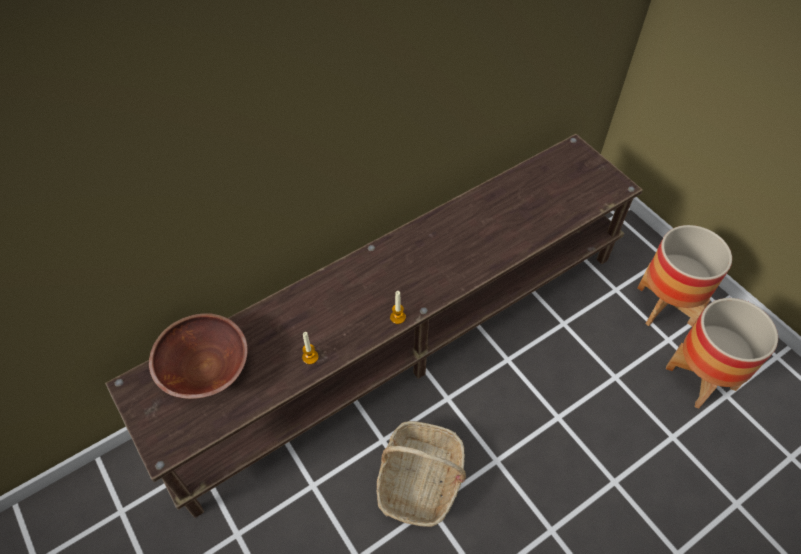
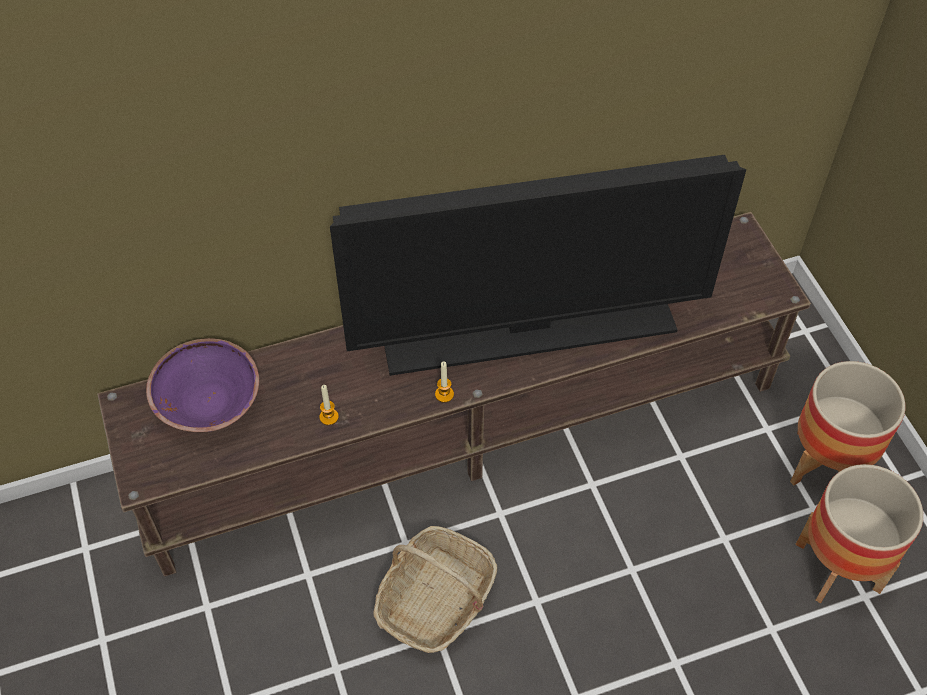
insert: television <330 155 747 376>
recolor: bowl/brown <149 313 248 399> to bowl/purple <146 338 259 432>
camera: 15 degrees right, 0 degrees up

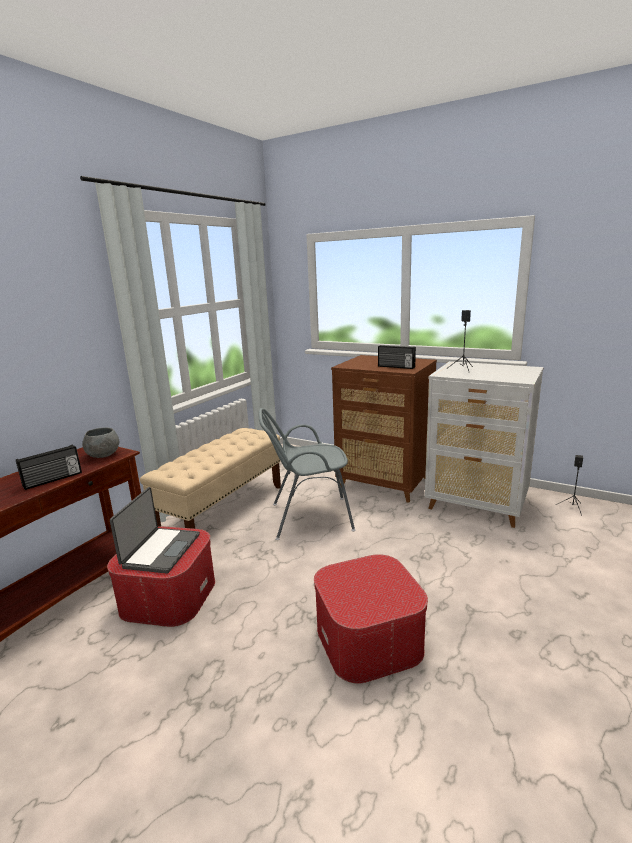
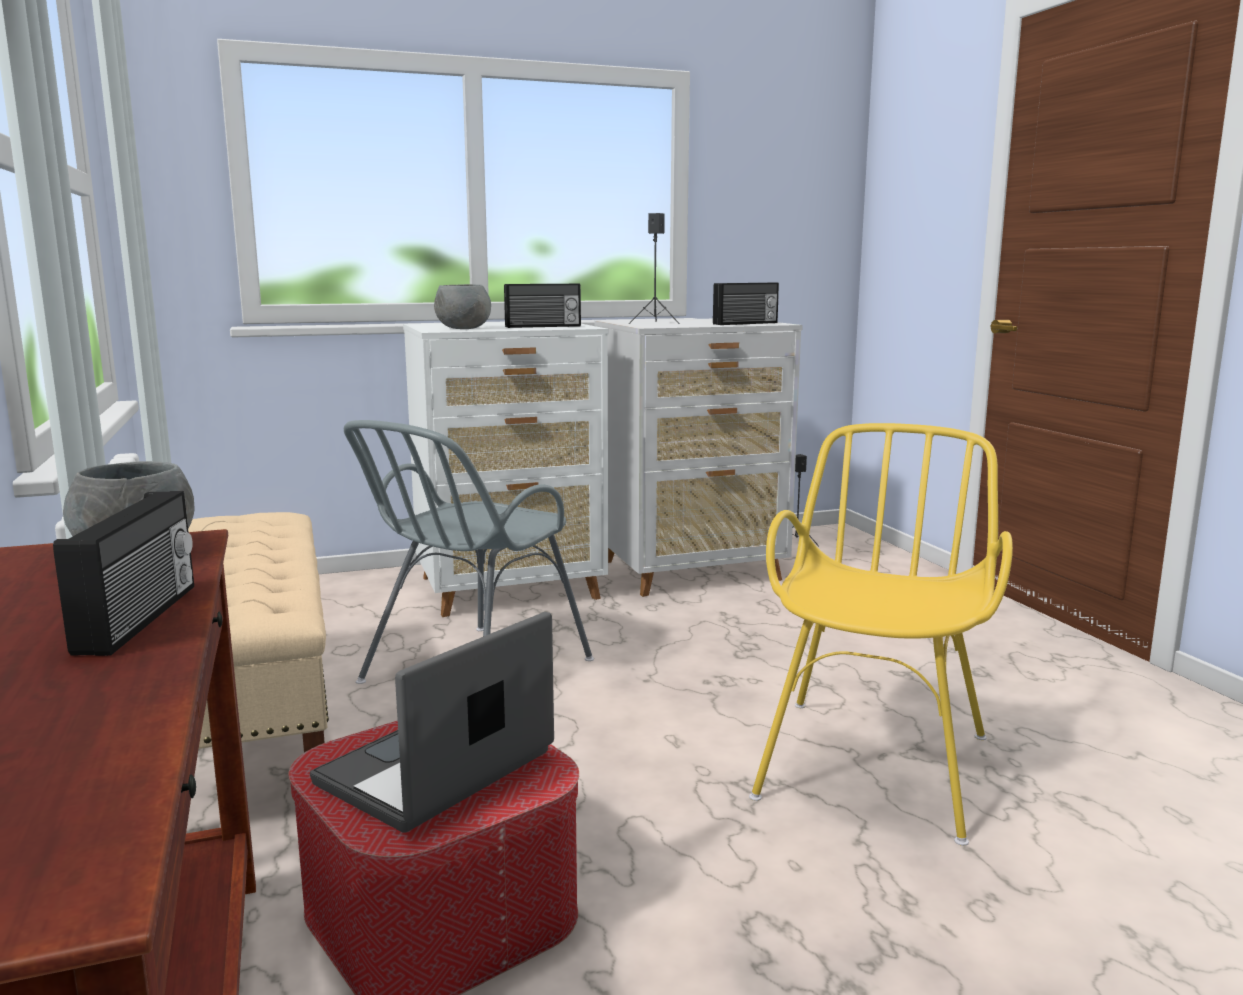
insert: bowl/grey <434 284 491 329>; radio <713 283 779 325>
replace: ottoman <314 554 428 684> to chair/yellow <749 423 1013 846>
recolor: dresser/brown <331 355 437 503> to dresser/white <403 322 608 617>
rotate: laptop <110 487 200 574> = <310 612 554 833> 105 degrees counterclockwise
camera: 50 degrees left, 5 degrees down

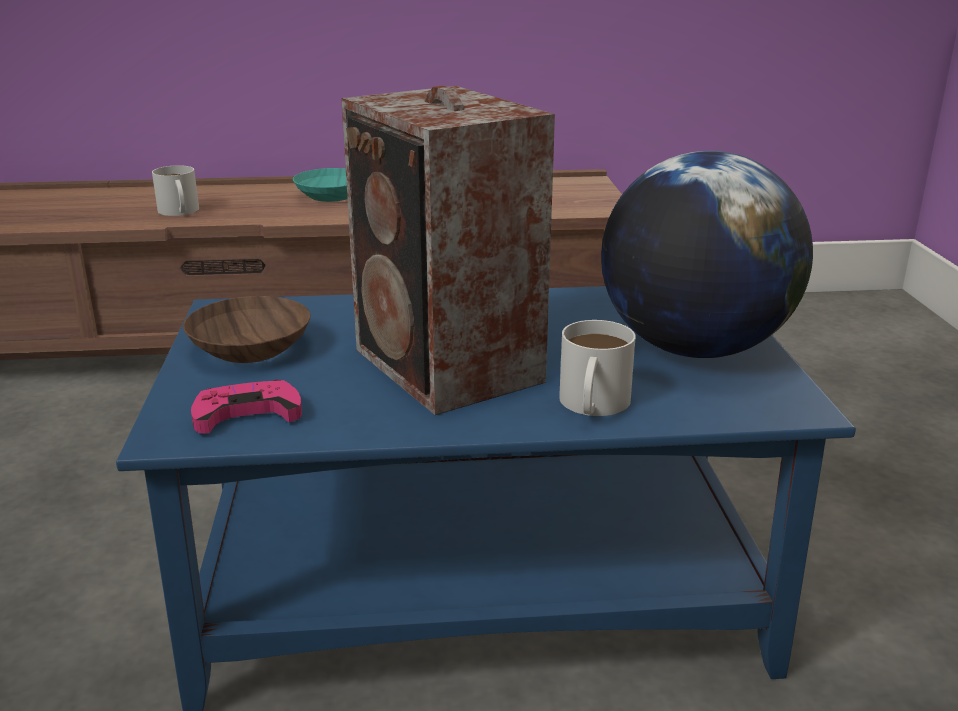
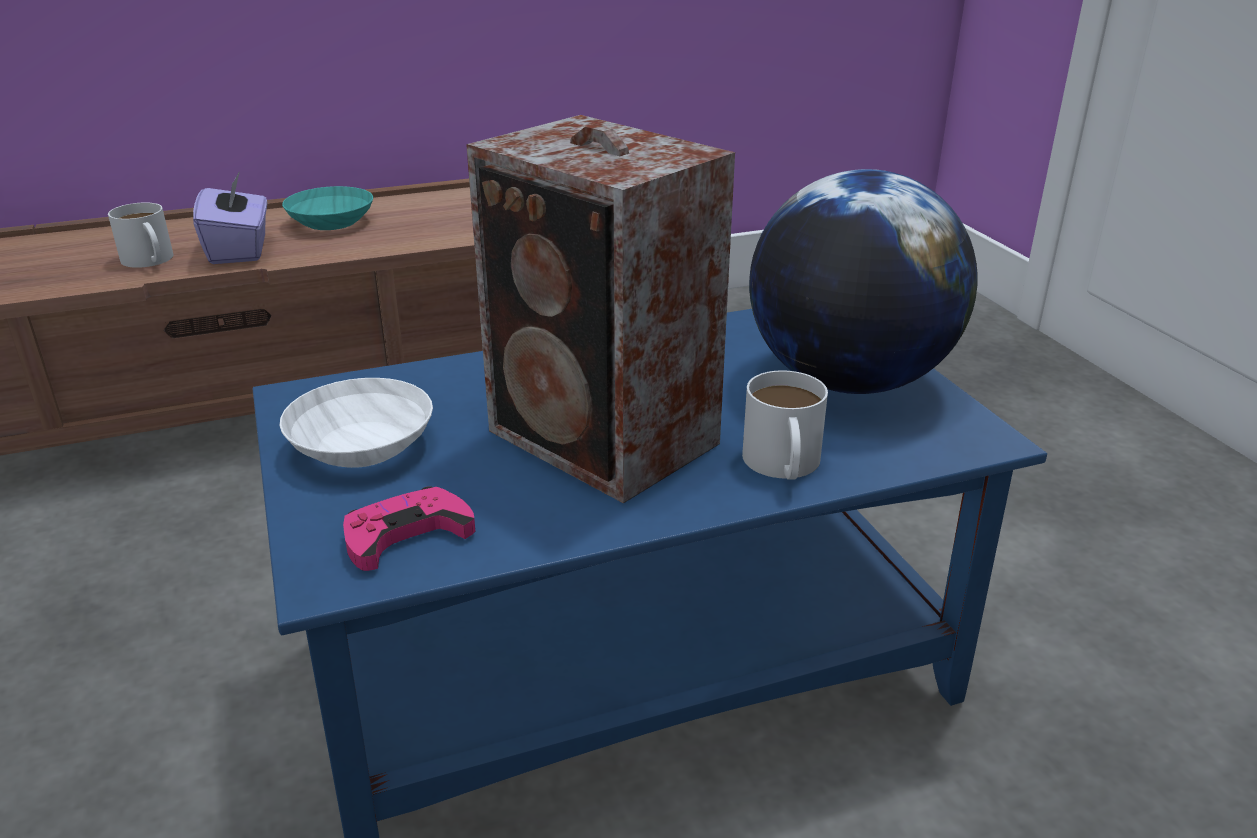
insert: tissue box/purple <193 171 267 264>
recolor: bowl/brown <183 296 310 363> to bowl/white <280 378 433 468>
camera: 15 degrees left, 5 degrees up

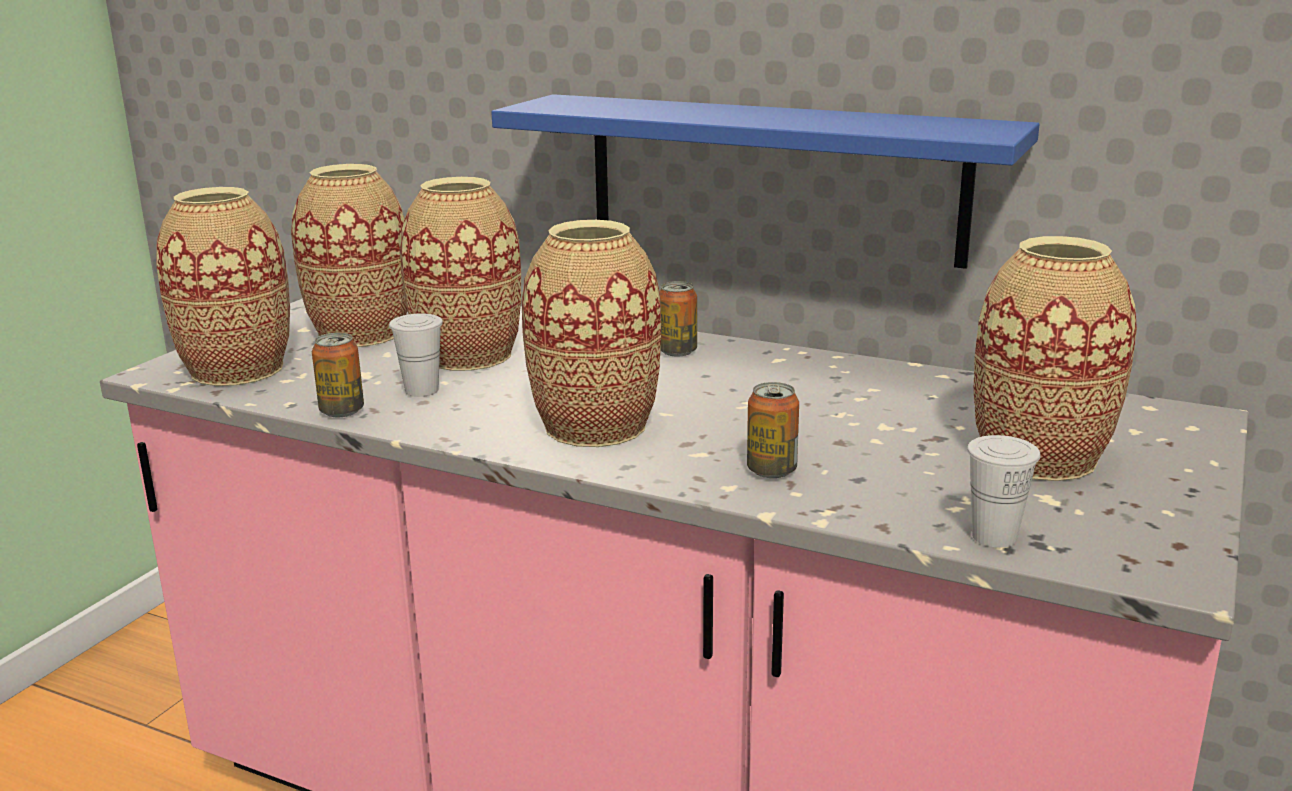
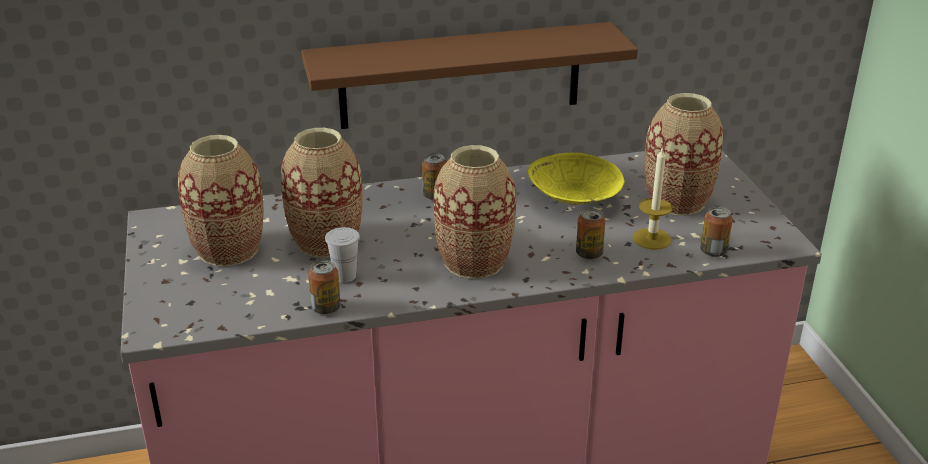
delete: vase <156 187 290 386>
insert: bowl/yellow <528 152 625 205>; candle <633 146 673 249>
replace: cup/white <967 435 1040 548> to can <700 206 733 257>
recolor: shelf/blue <491 94 1040 269> to shelf/brown <301 22 638 129>
camera: 40 degrees left, 10 degrees up

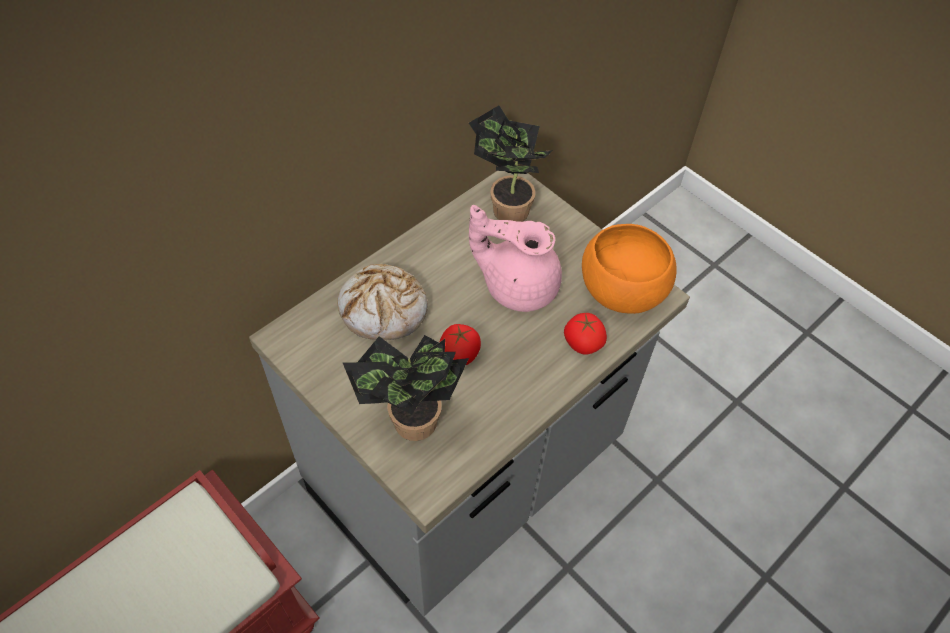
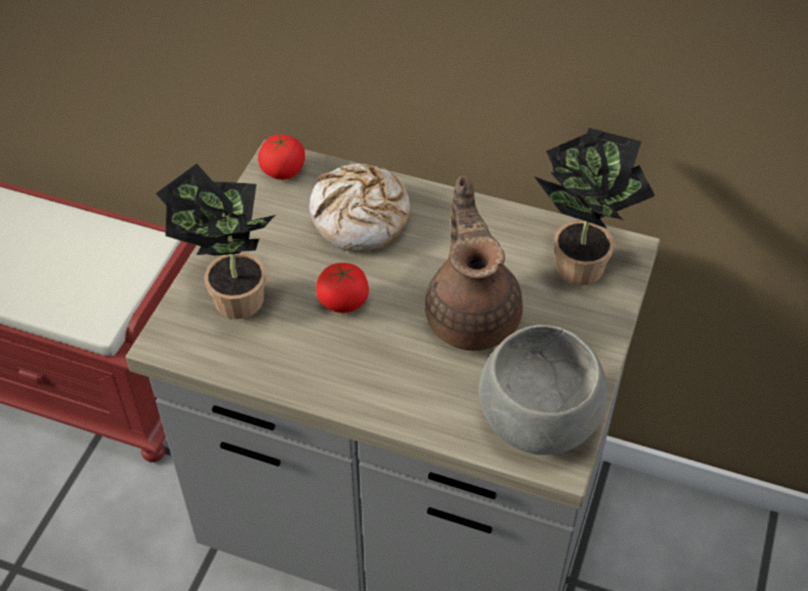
move: tomato <564 313 607 355> to <258 134 305 180>
recolor: teapot/pink <469 205 562 312> to teapot/brown <425 176 523 351>; bowl/orange <582 224 677 314> to bowl/grey <479 325 608 455>
camera: 65 degrees right, 5 degrees down

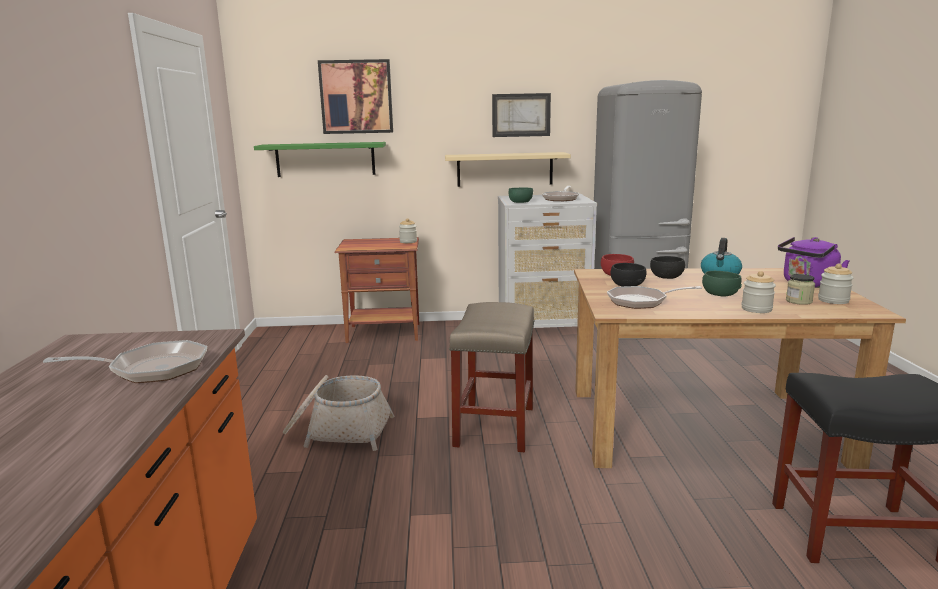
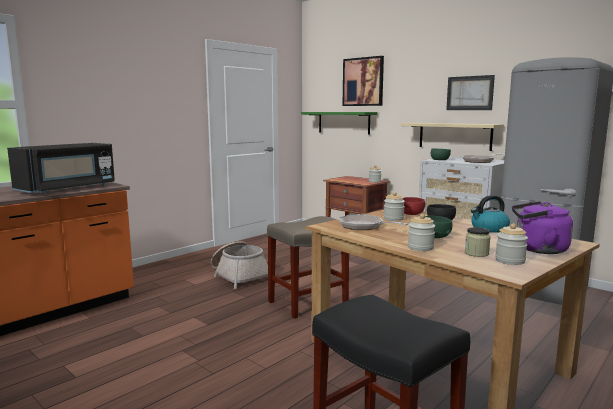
replace: frying pan <43 340 207 383> to microwave/black <7 143 115 194>; bowl/black <611 263 646 286> to jar <384 192 405 221>
camera: 45 degrees right, 5 degrees down

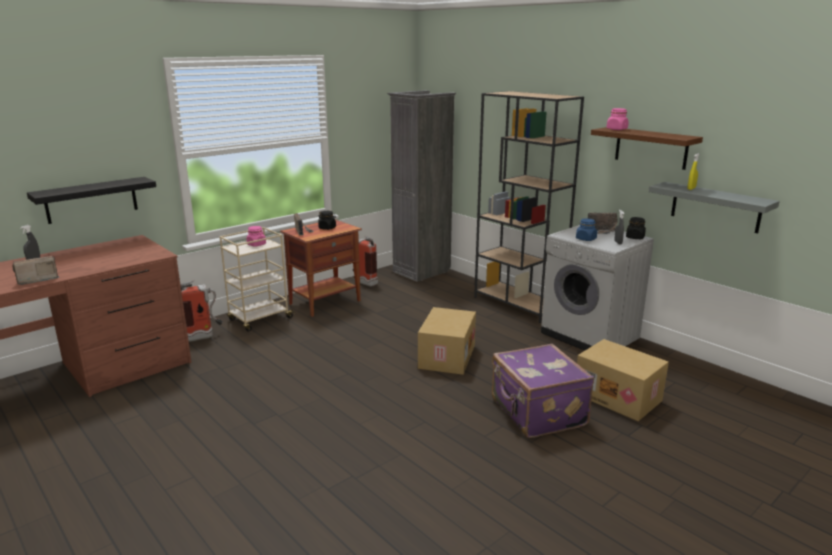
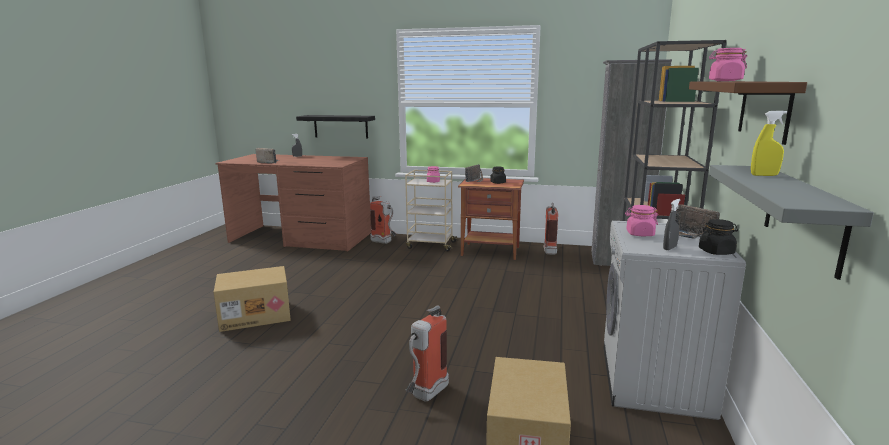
move: cardboard box <418 307 476 375> to <214 266 291 332>
replace: suitcase/purple <492 344 594 438> to fire extinguisher <405 305 449 402>
recolor: jar/blue <576 218 597 241> to jar/pink <625 205 658 236>
camera: 55 degrees right, 5 degrees down

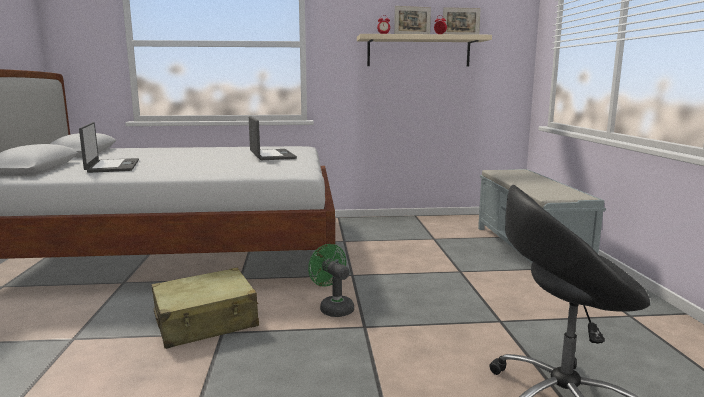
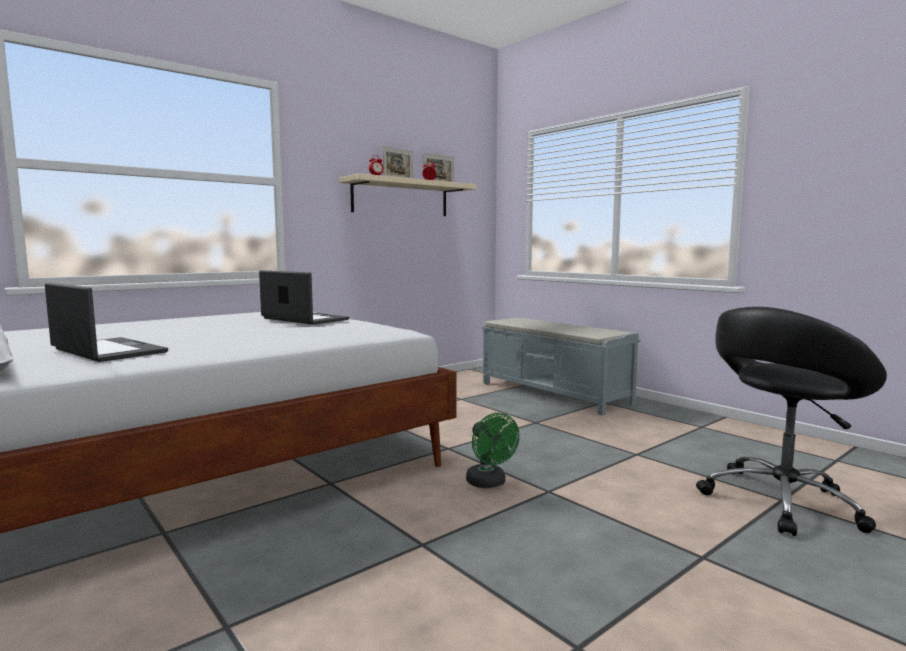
delete: suitcase/beige <152 268 259 349>
rotate: fan/green <308 244 354 317> = <466 413 520 488> 135 degrees counterclockwise
camera: 35 degrees left, 5 degrees down

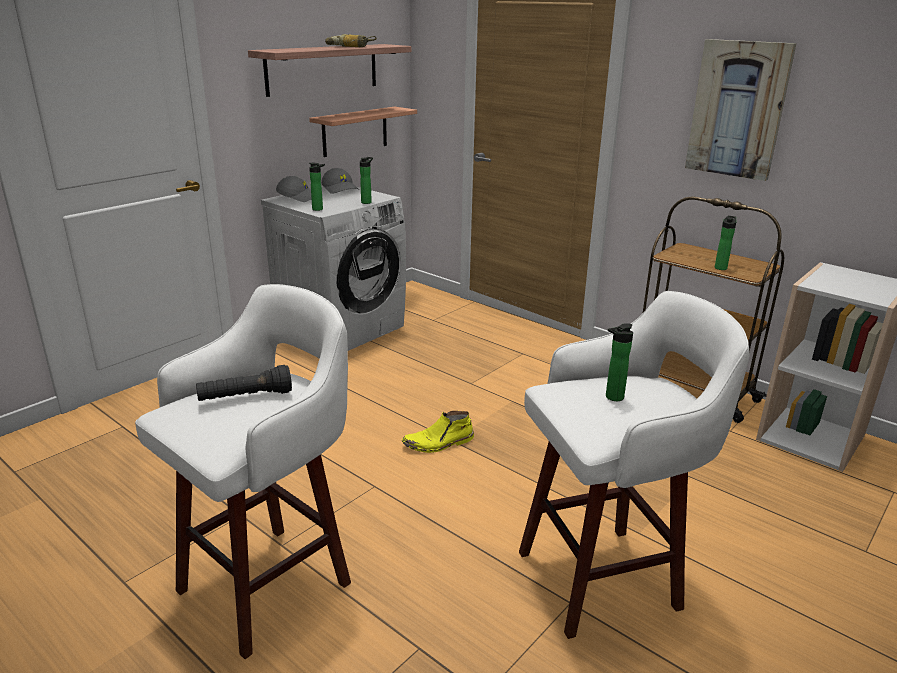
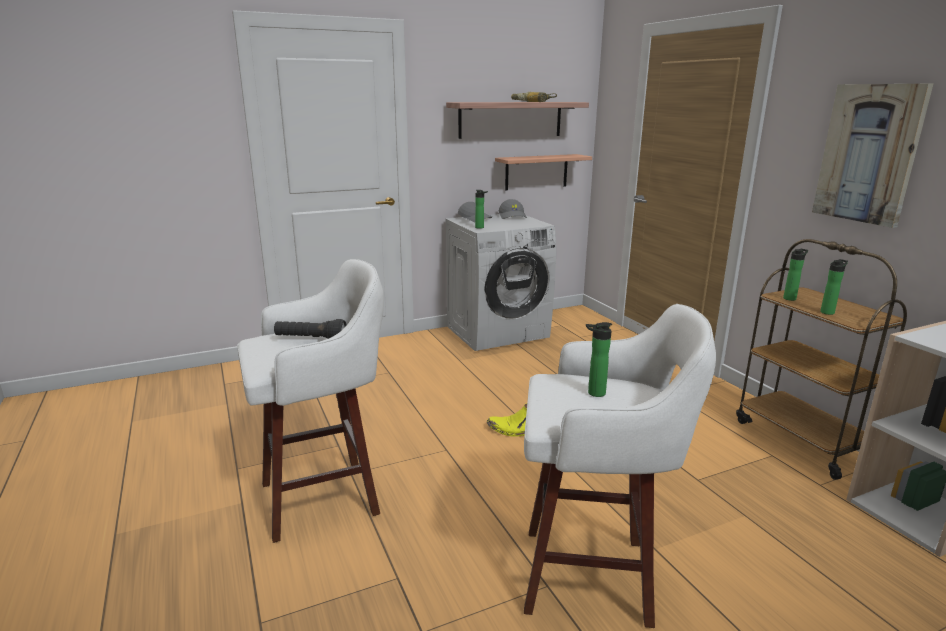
move: bottle <360 157 373 204> to <783 249 808 301>
camera: 25 degrees right, 5 degrees down

